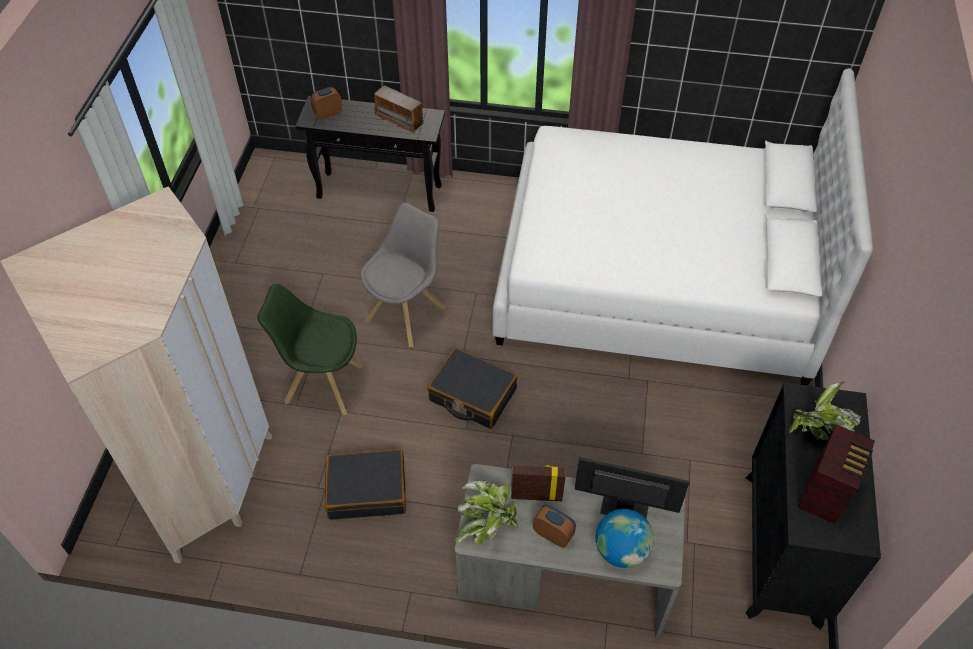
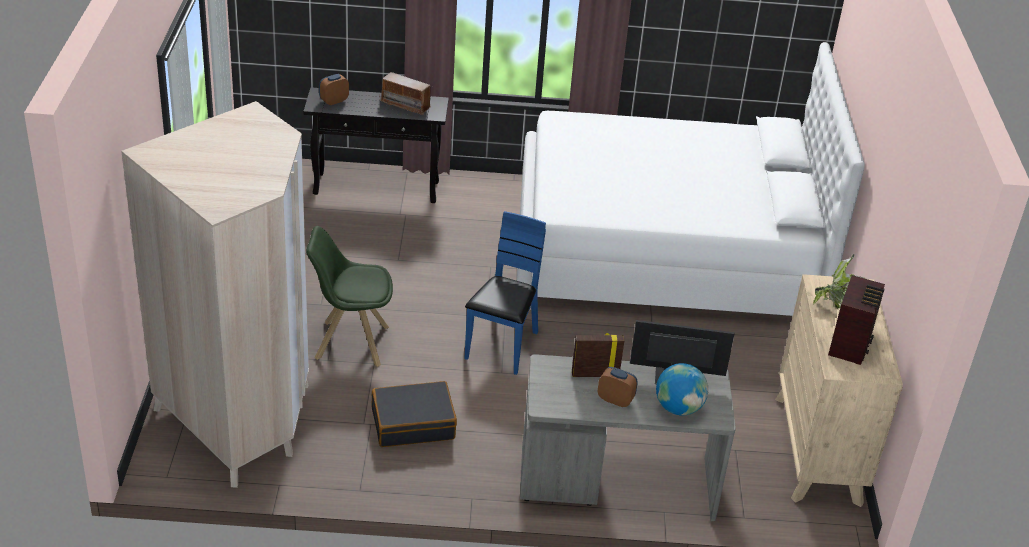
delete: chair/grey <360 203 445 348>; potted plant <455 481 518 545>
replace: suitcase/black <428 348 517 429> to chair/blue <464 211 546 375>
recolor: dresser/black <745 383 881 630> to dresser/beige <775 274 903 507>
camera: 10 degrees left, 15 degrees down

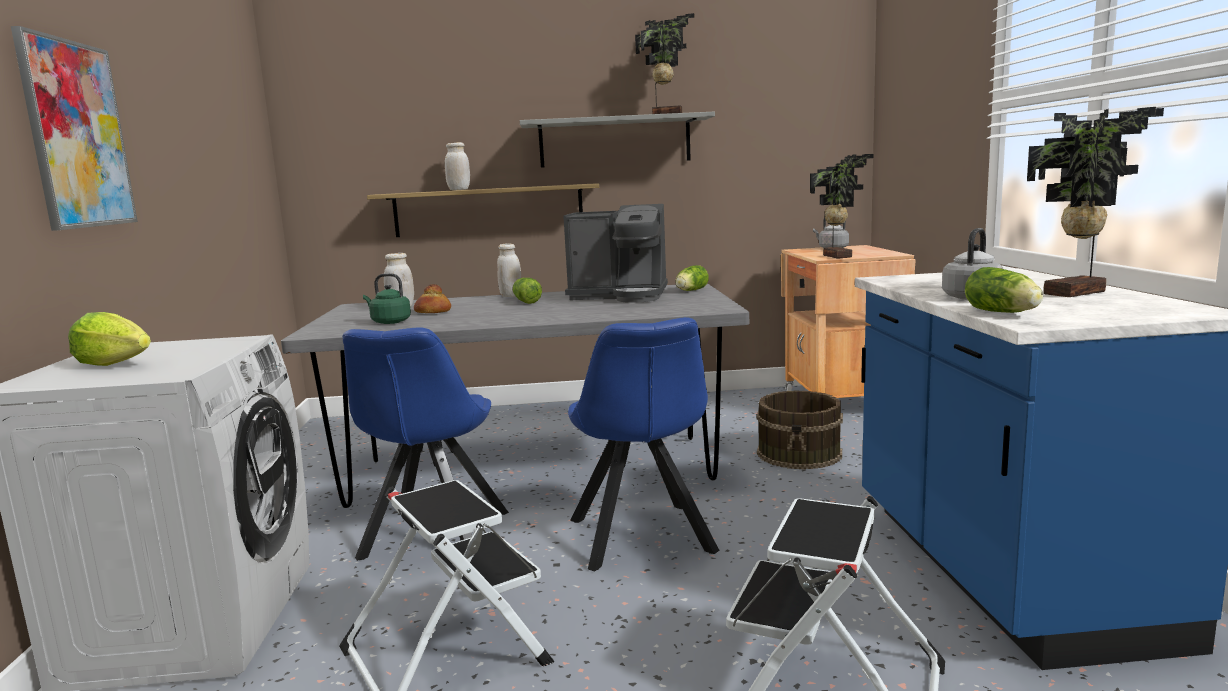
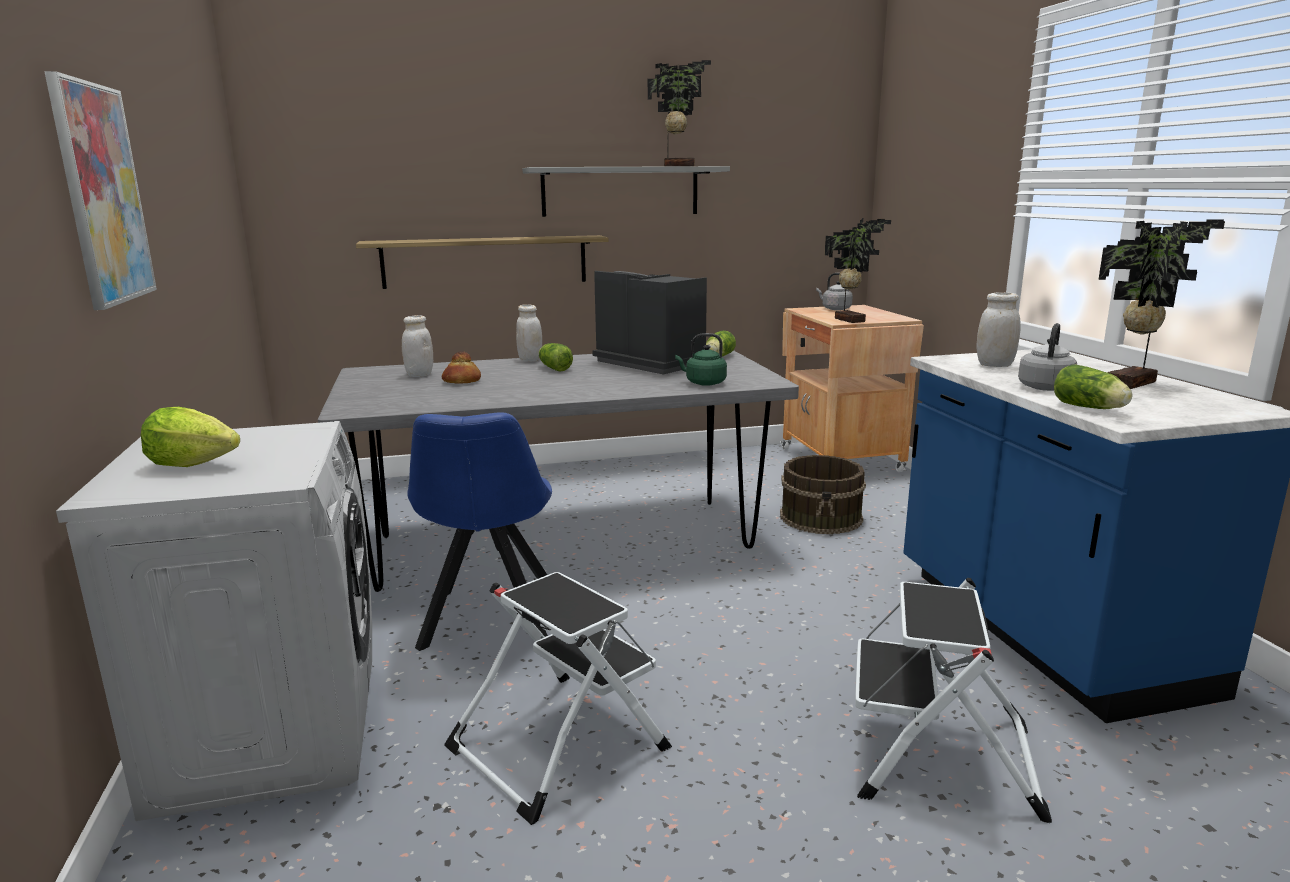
delete: chair/blue <568 317 719 572>
move: kettle/green <363 273 411 324> to <675 333 727 386>; jar/white <445 142 470 190> to <976 292 1021 367>
rotate: coffee machine <563 204 668 303> = <592 271 707 375> 135 degrees counterclockwise
camera: 10 degrees left, 5 degrees up

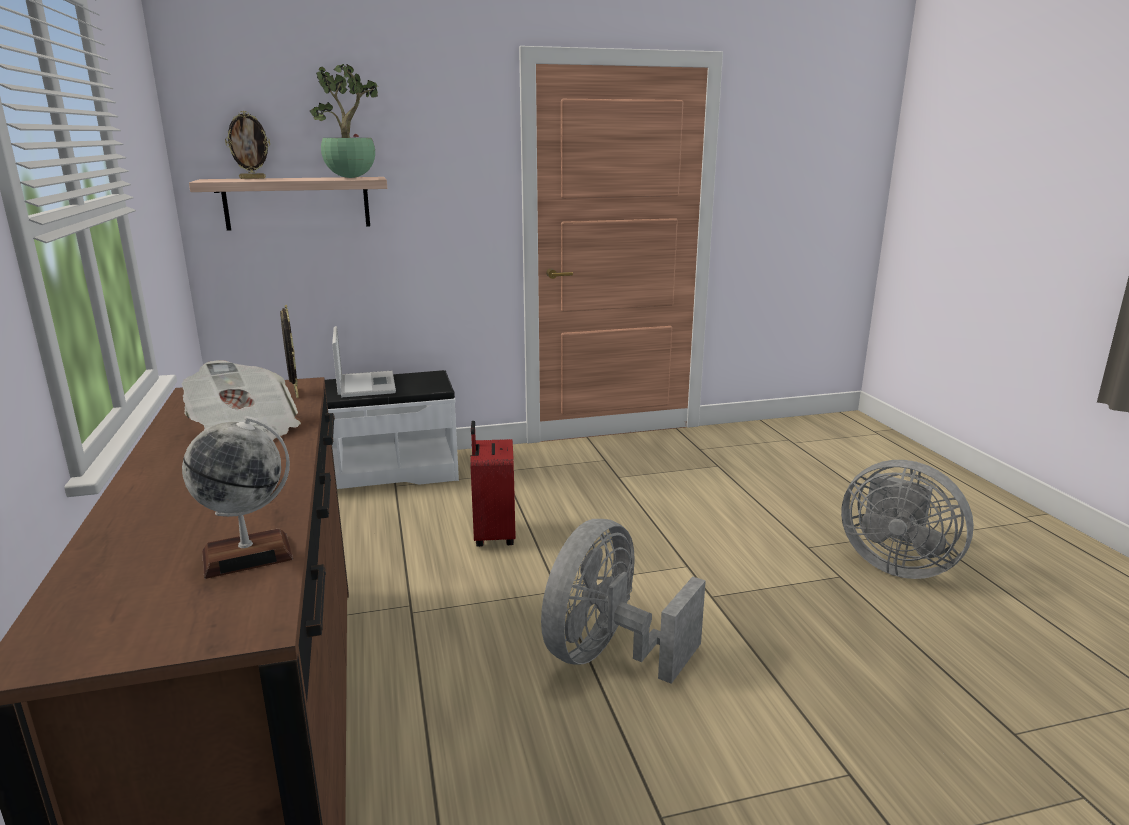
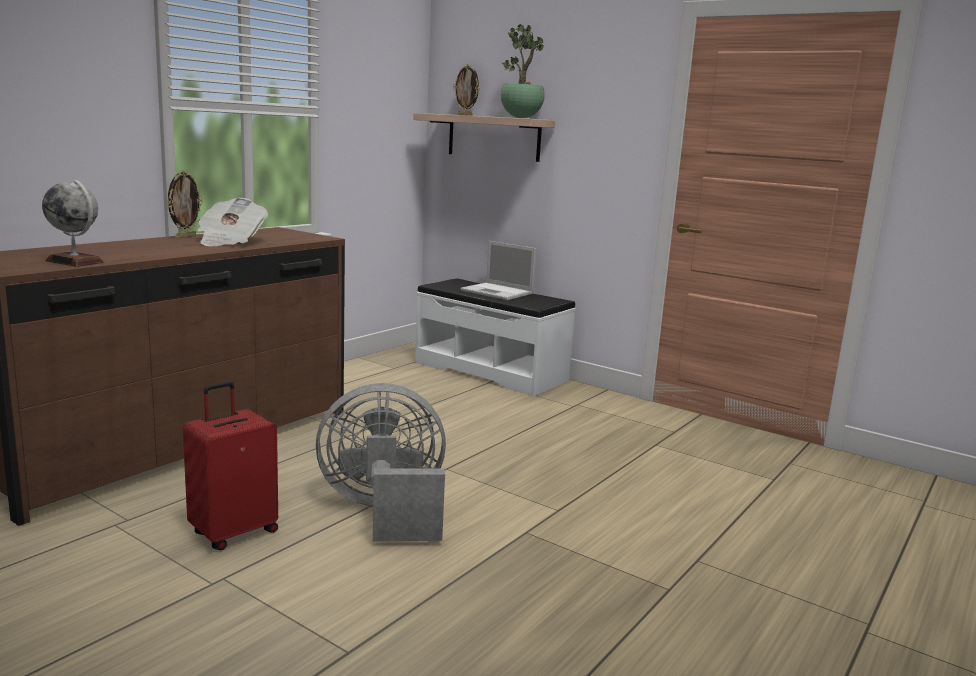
delete: fan/grey <841 460 974 579>
move: picture frame <280 305 299 398> to <167 170 203 238>; suitcase/red <470 421 516 547> to <183 381 278 550>
rotate: laptop <332 326 396 397> = <460 241 536 300> 90 degrees clockwise
camera: 50 degrees right, 5 degrees down

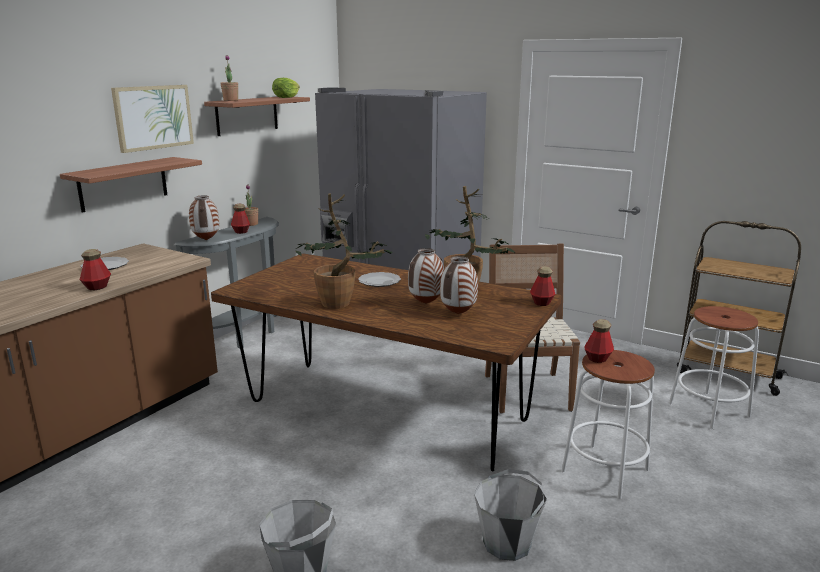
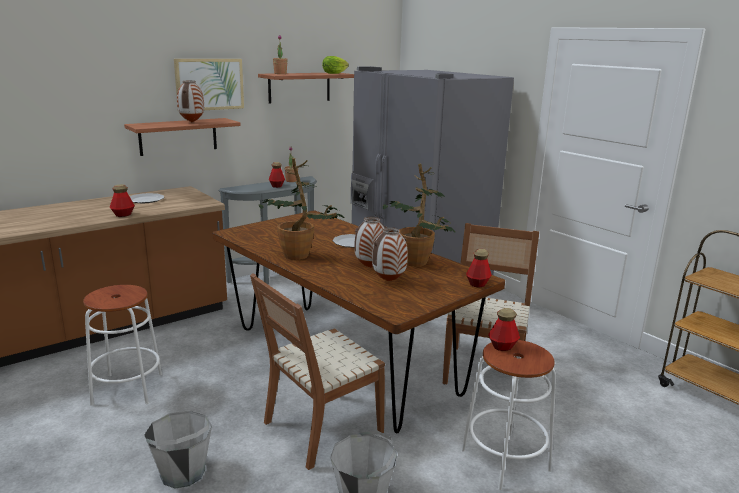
insert: chair <250 273 385 470>
move: vase <189 195 219 240> to <177 81 204 122>; stool/white <669 306 759 429> to <83 285 162 405>
camera: 20 degrees right, 0 degrees up

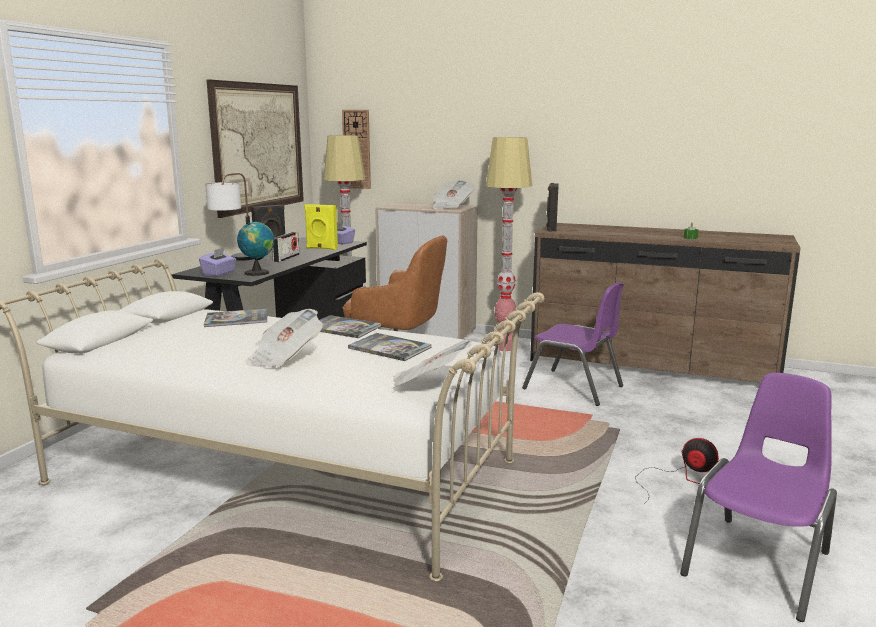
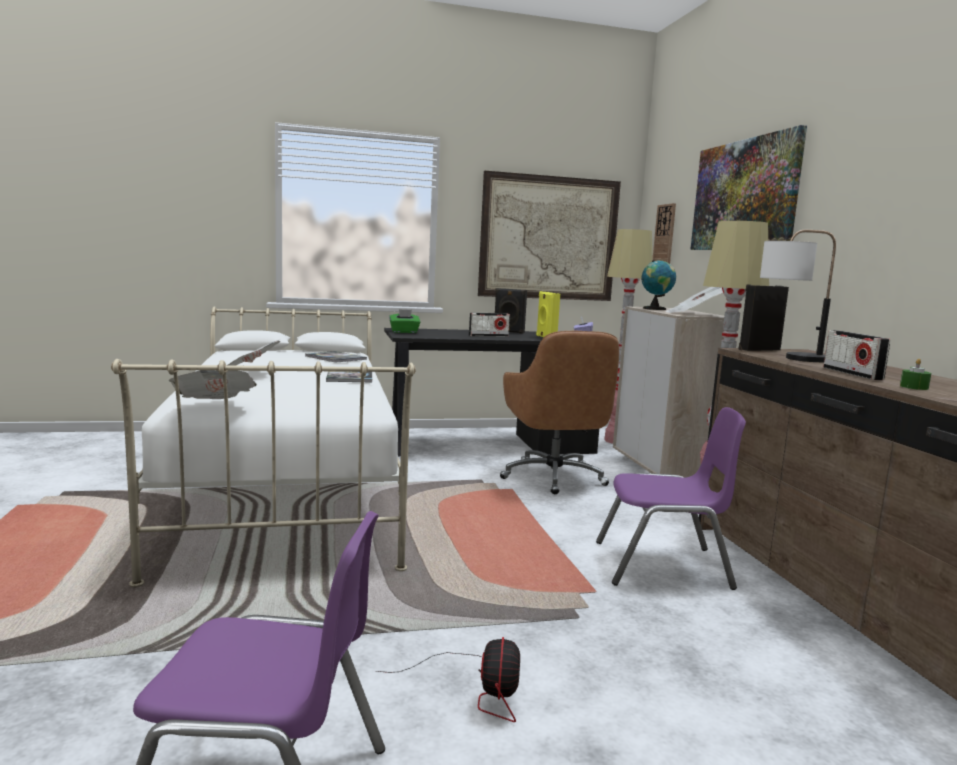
delete: book <348 333 432 361>
insert: picture <690 125 807 250>; radio <823 330 890 380>
move: table lamp <205 173 256 261> to <760 230 836 362>; globe <237 222 274 276> to <641 260 676 310>
recolor: tissue box/purple <199 248 236 276> to tissue box/green <389 309 420 333>
rotate: chair/purple <522 282 624 406> = <596 407 746 590> 90 degrees counterclockwise
camera: 55 degrees right, 5 degrees down

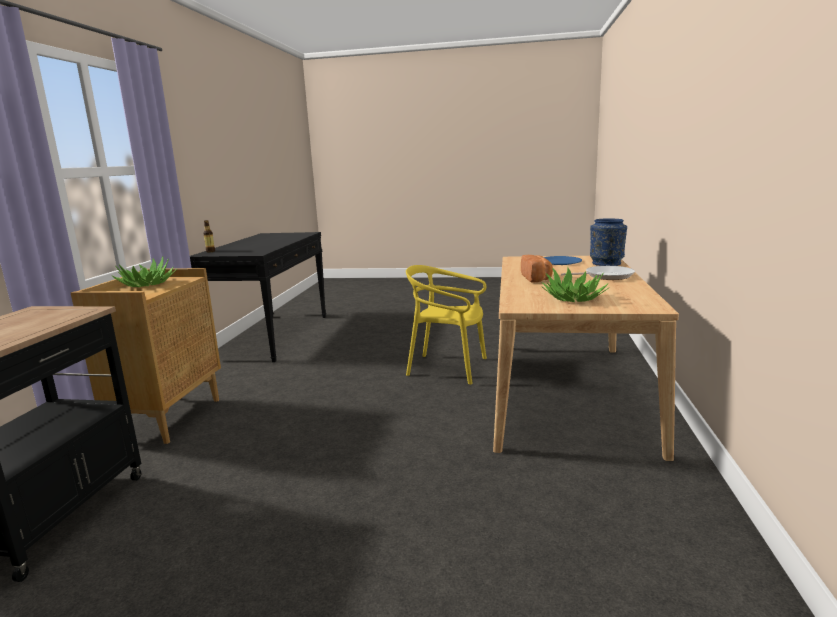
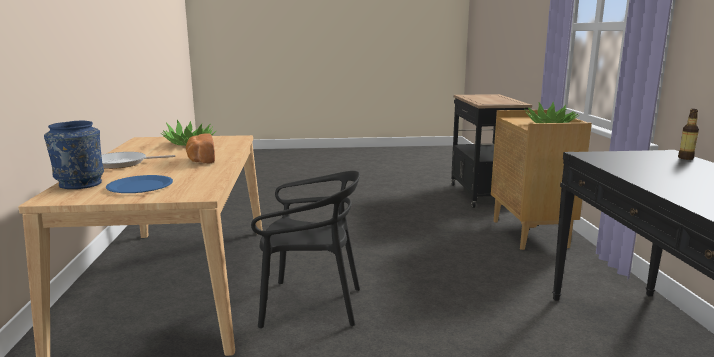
recolor: chair/yellow <406 265 487 385> to chair/black <251 171 360 328>
camera: 165 degrees right, 0 degrees up

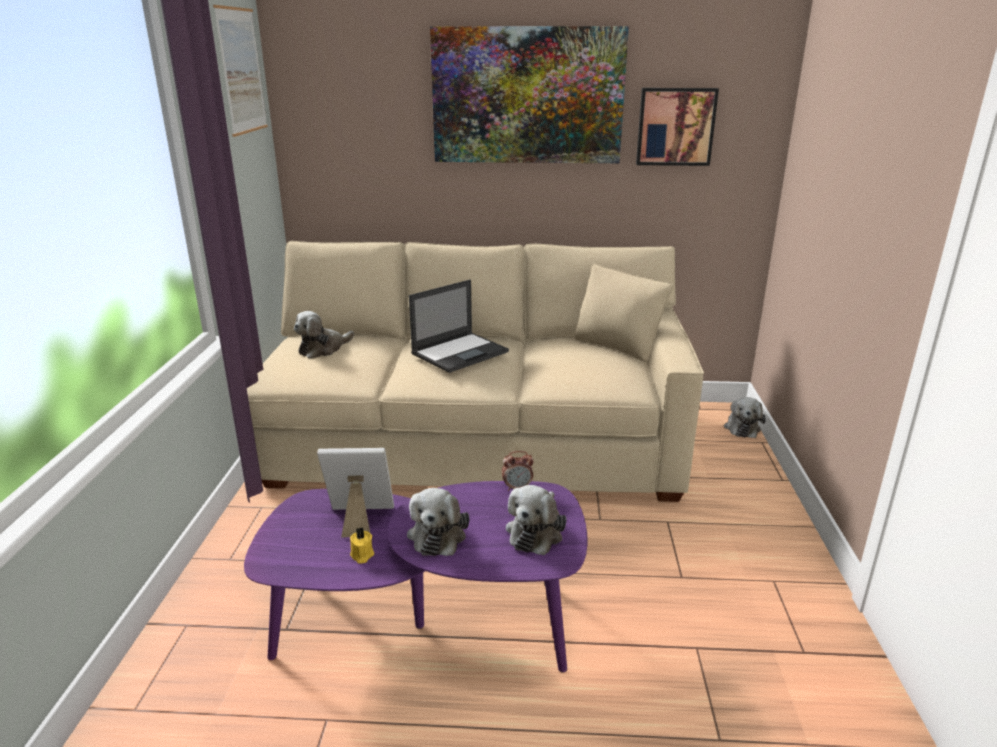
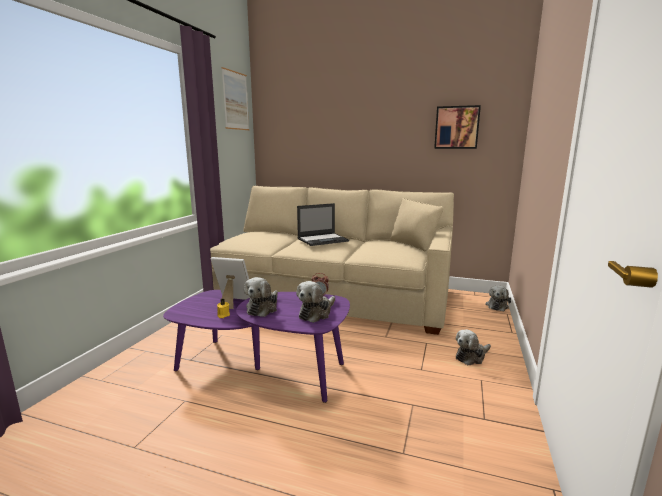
delete: picture <430 26 629 163>
move: plush toy <294 311 354 359> to <456 330 491 365>
camera: 15 degrees right, 10 degrees down

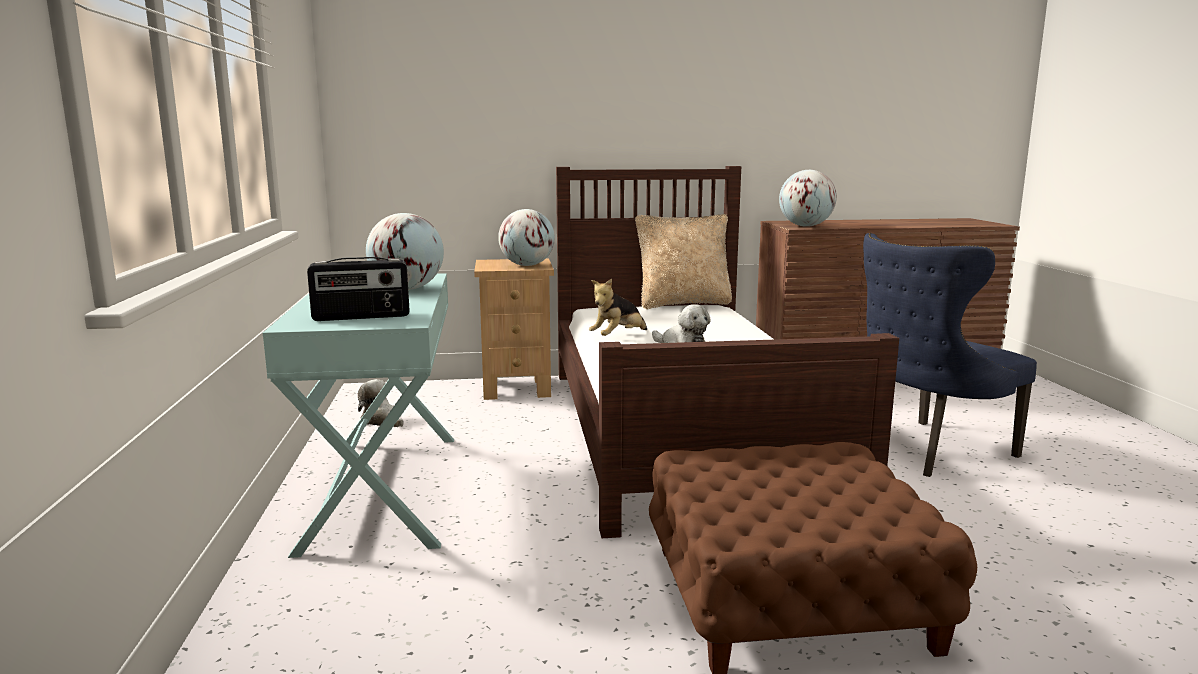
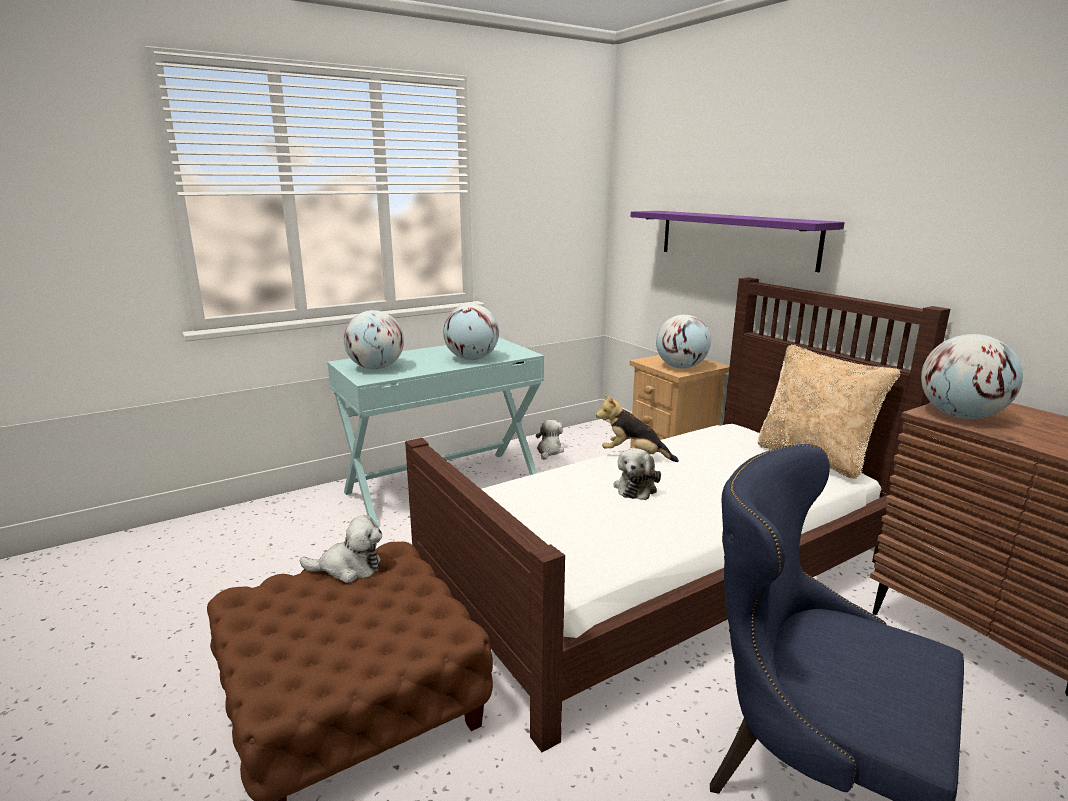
insert: plush toy <300 515 382 583>; shelf/purple <631 211 845 272>
replace: radio <307 257 410 321> to globe <344 310 404 369>
camera: 65 degrees right, 5 degrees up

